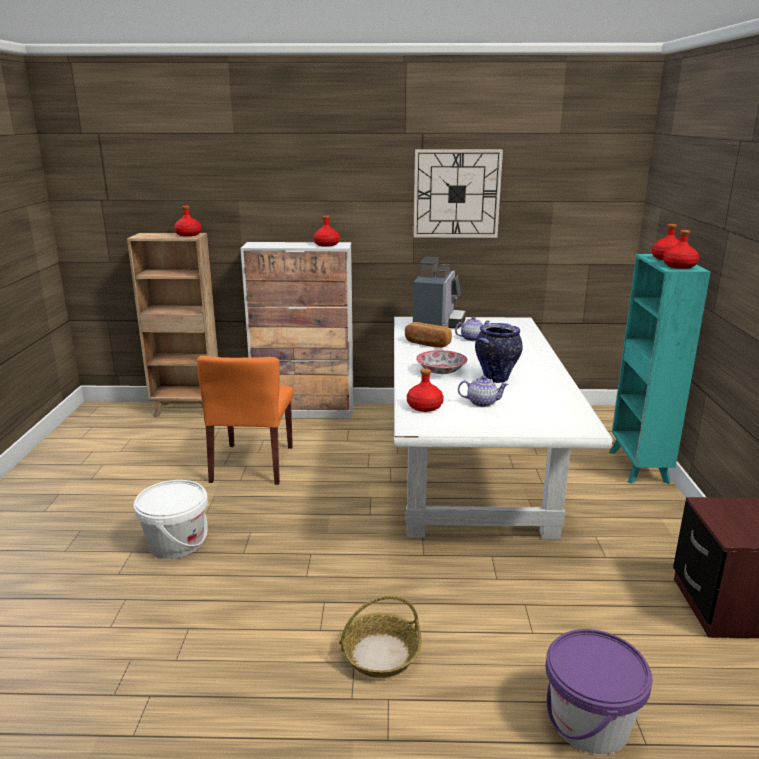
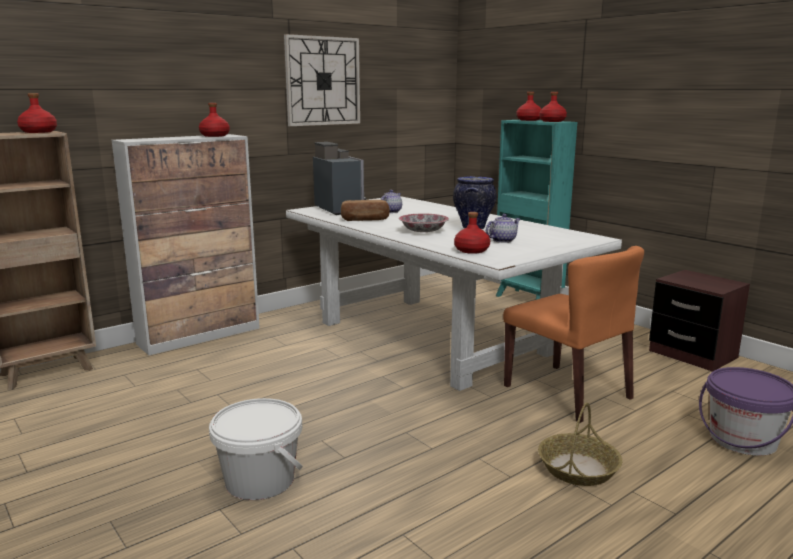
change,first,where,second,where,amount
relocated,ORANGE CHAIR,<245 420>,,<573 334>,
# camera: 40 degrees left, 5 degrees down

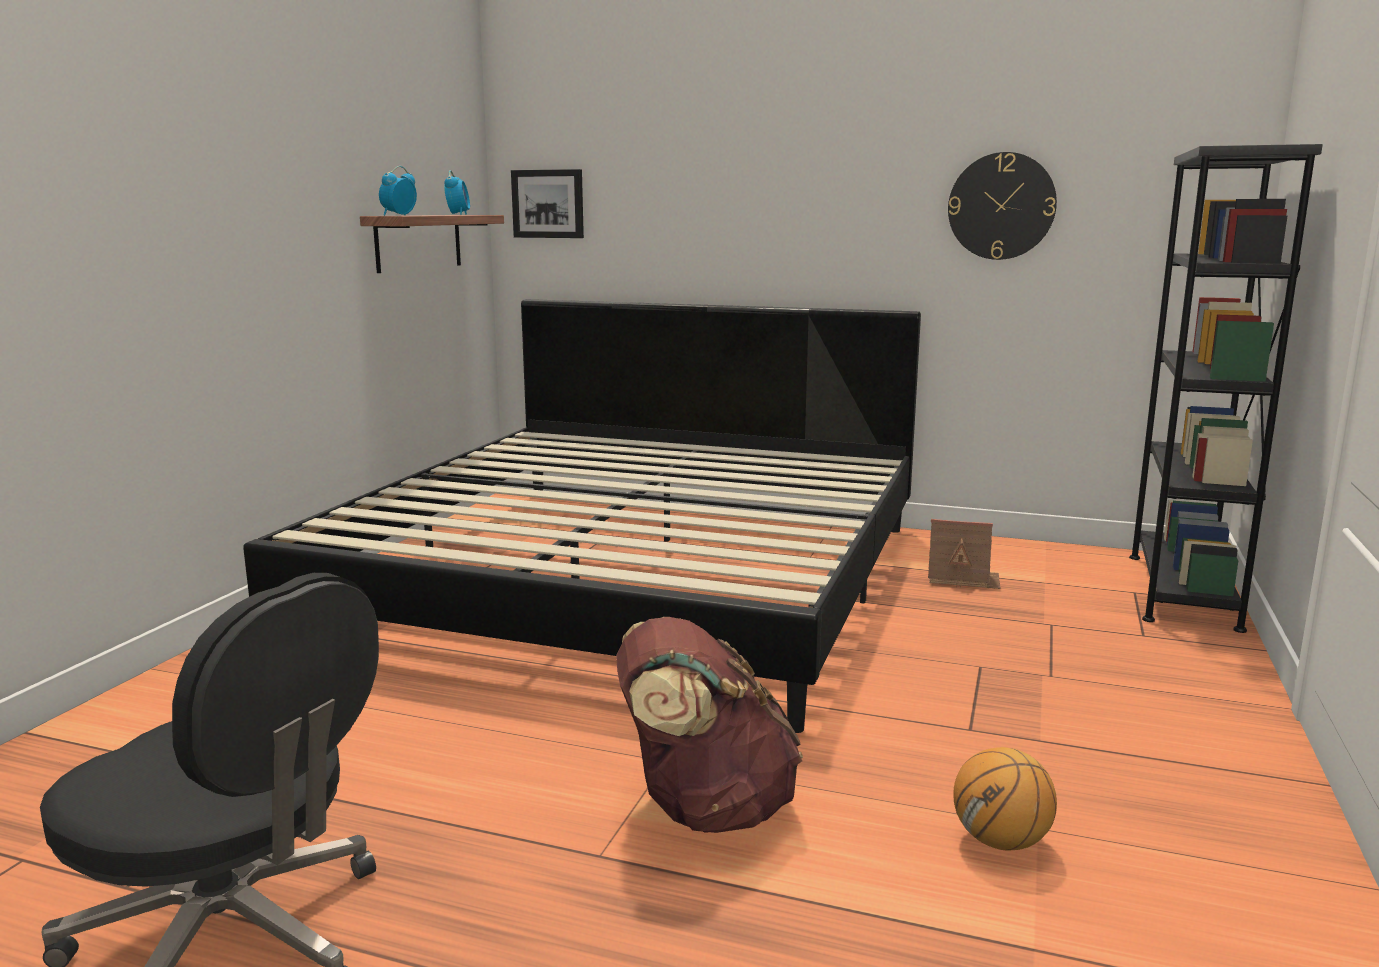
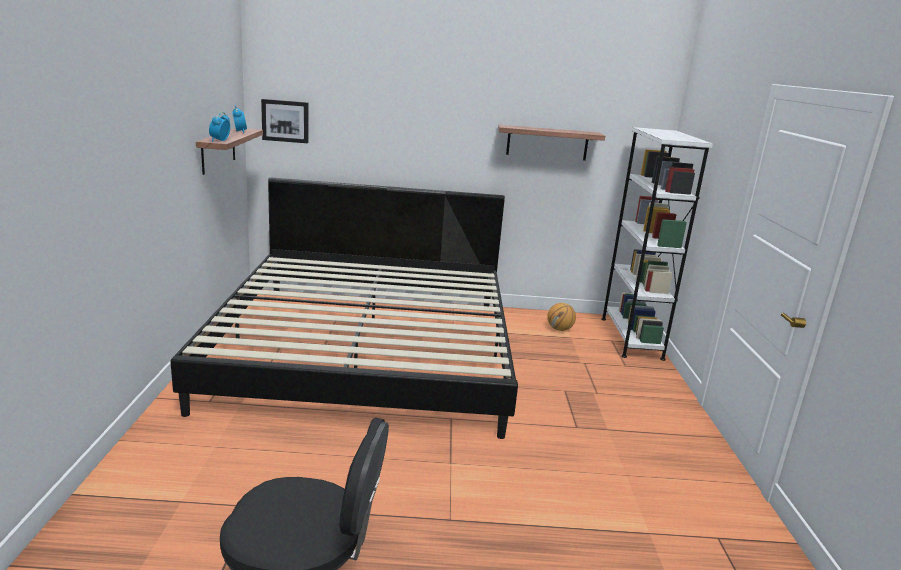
change,first,where,second,where,amount
missing,BROWN BACKPACK,<709 725>,,,
missing,TOY HOUSE,<964 554>,,,
exchanged,WALL CLOCK,<1002 206>,SHELF,<551 143>,
relocated,BASKETBALL,<1005 798>,,<561 317>,
colour,BLACK BOOKCASE,<1226 388>,WHITE BOOKCASE,<657 244>,
# camera: 20 degrees left, 5 degrees up

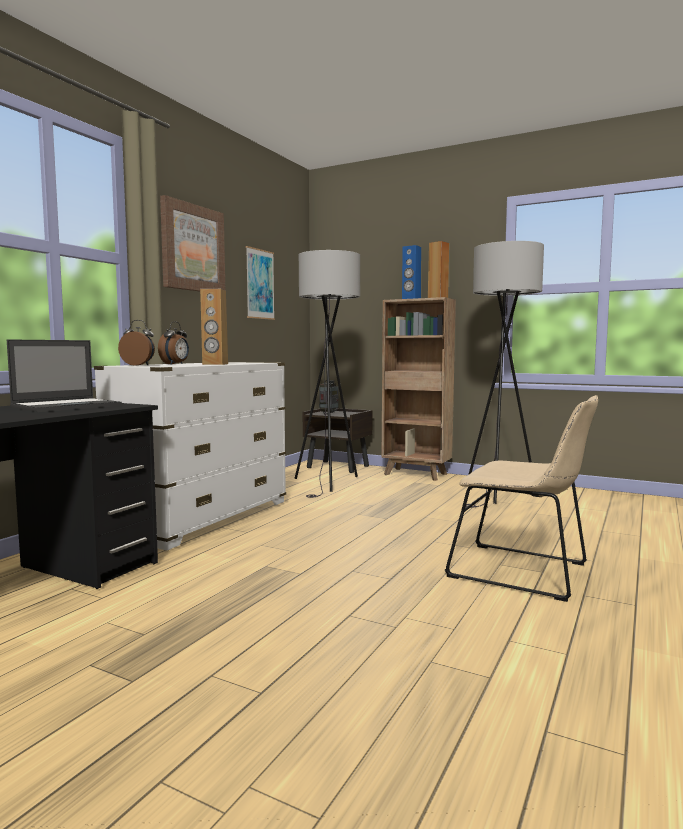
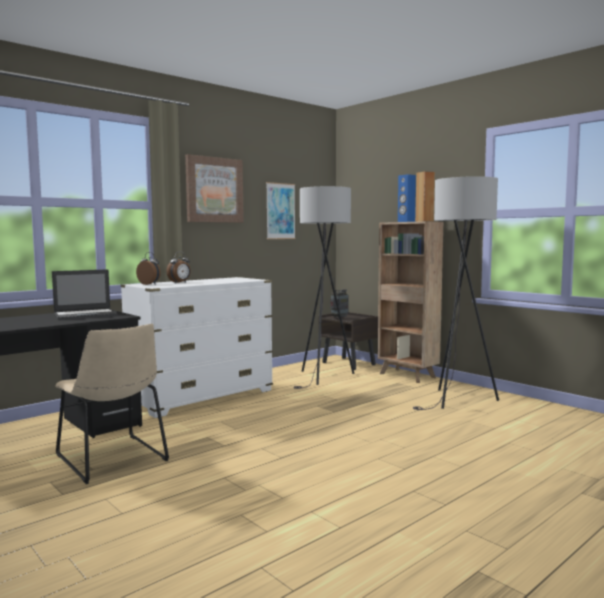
change,first,where,second,where,amount
missing,BROWN SPEAKER,<214 327>,,,
relocated,BEIGE CHAIR,<521 498>,,<112 404>,
# camera: 20 degrees right, 0 degrees up

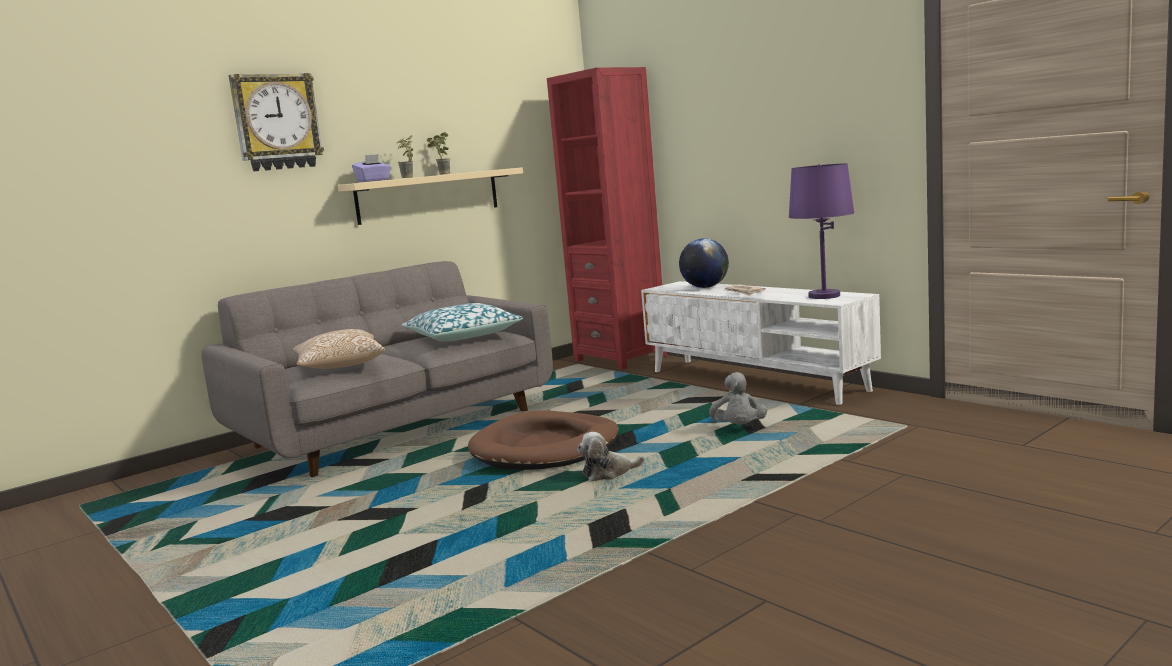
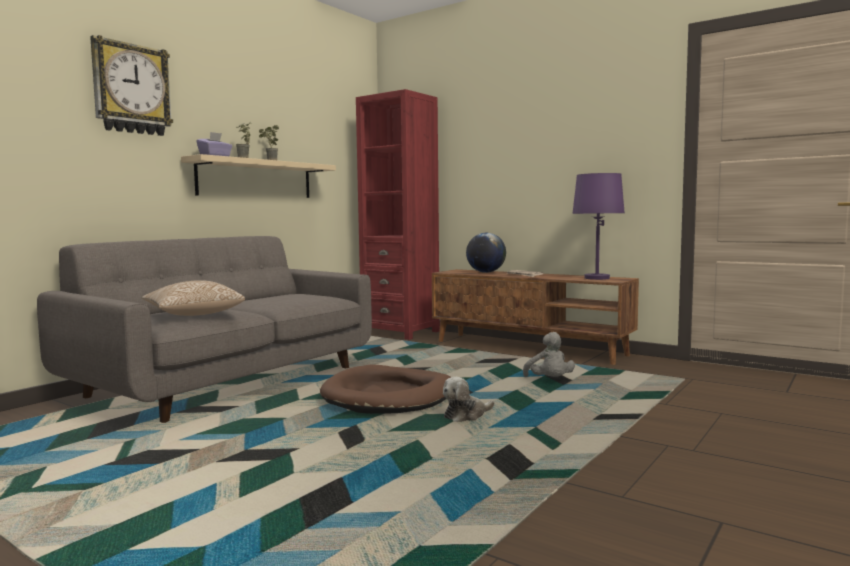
change,first,where,second,where,amount
missing,PILLOW,<462 322>,,,
colour,WHITE TV STAND,<761 343>,BROWN TV STAND,<535 317>,
# camera: 15 degrees left, 5 degrees down

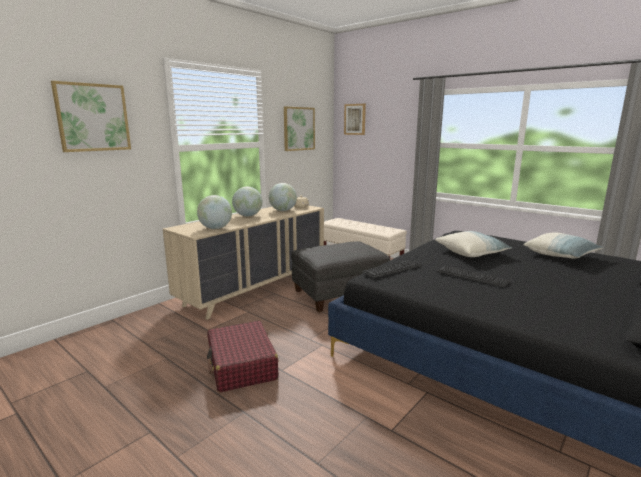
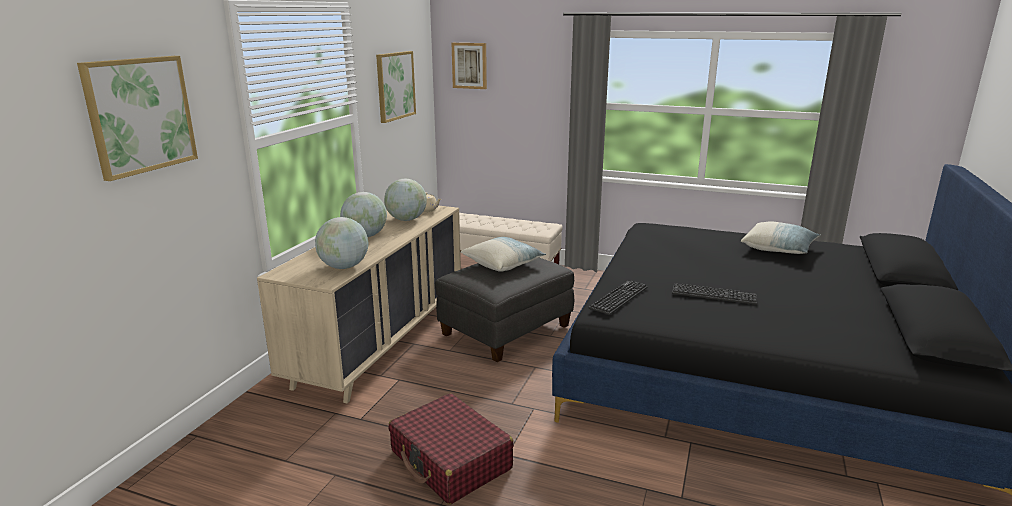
change,first,where,second,where,amount
relocated,PILLOW,<473 244>,,<503 254>,
# camera: 20 degrees left, 5 degrees up

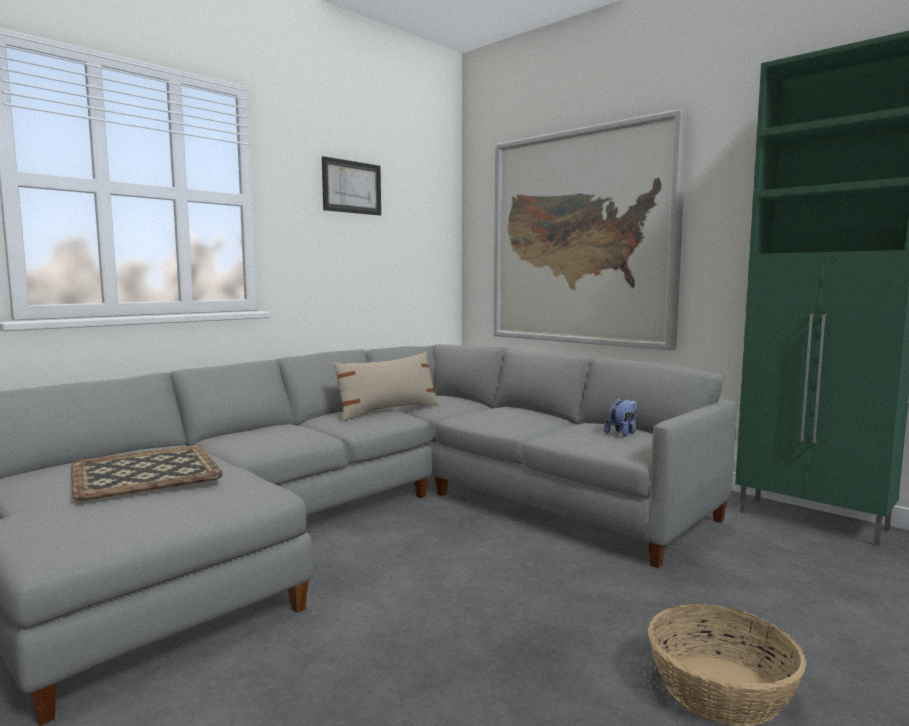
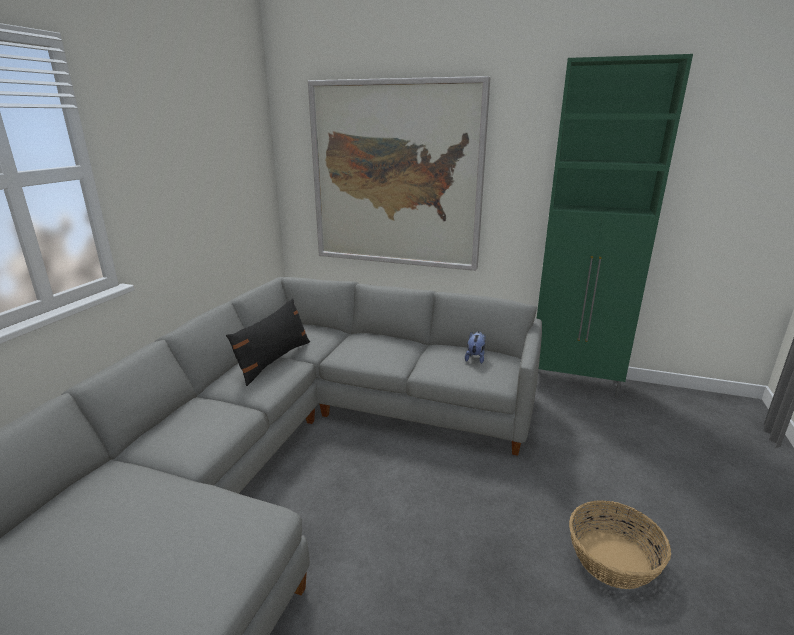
change,first,where,second,where,amount
missing,TRAY,<147 473>,,,
missing,PICTURE,<351 185>,,,
colour,BEIGE PILLOW,<386 386>,BLACK PILLOW,<268 342>,
# camera: 25 degrees left, 15 degrees up

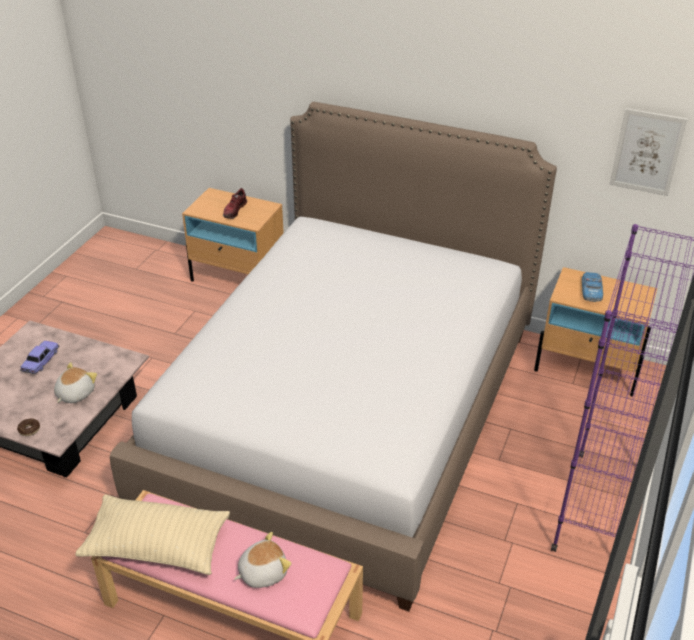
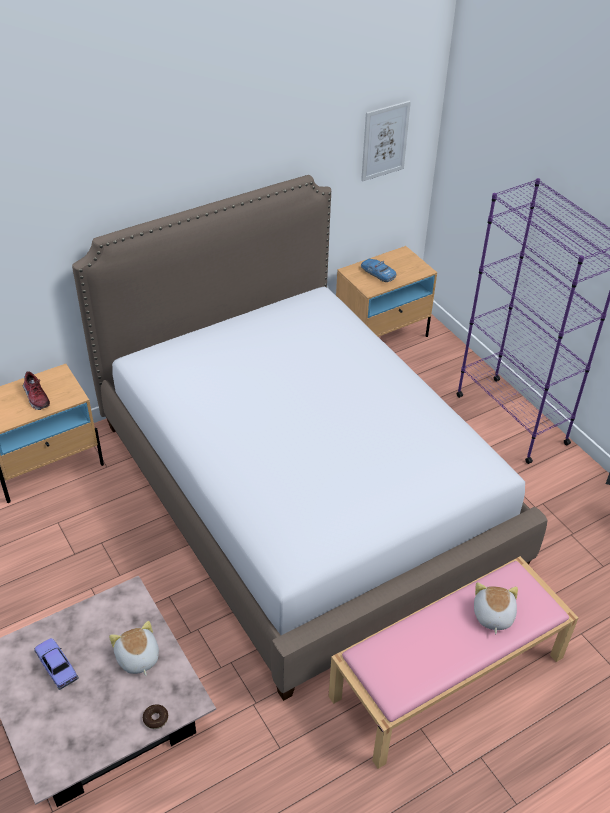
change,first,where,second,where,amount
missing,BEIGE PILLOW,<152 534>,,,
# camera: 55 degrees left, 5 degrees up

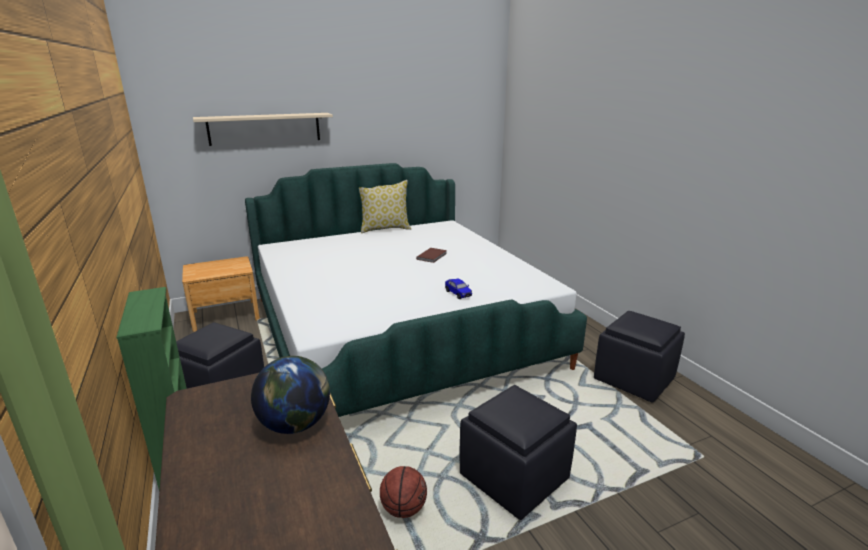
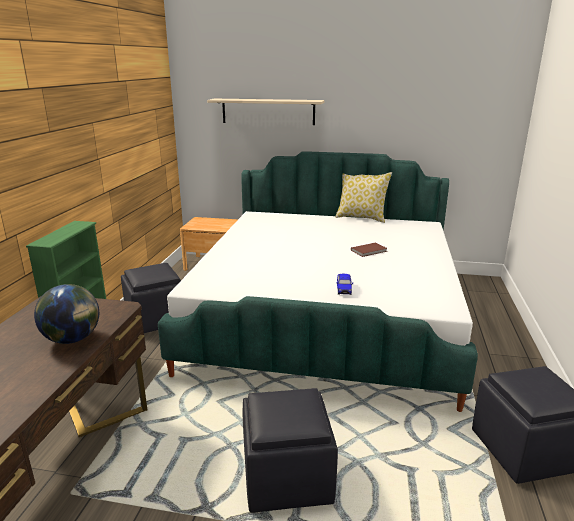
change,first,where,second,where,amount
missing,BASKETBALL,<403 492>,,,
# camera: 35 degrees right, 0 degrees up

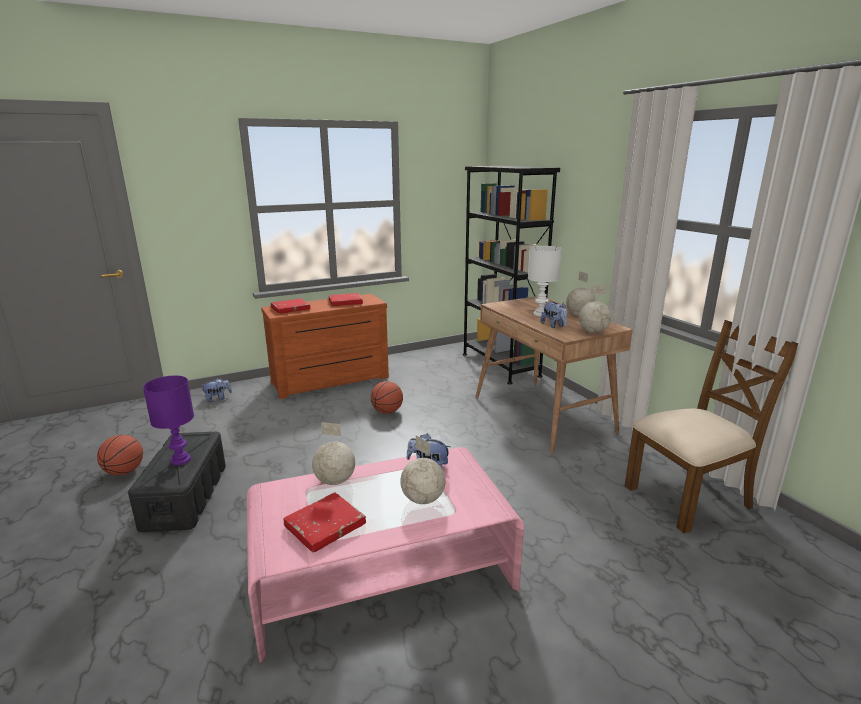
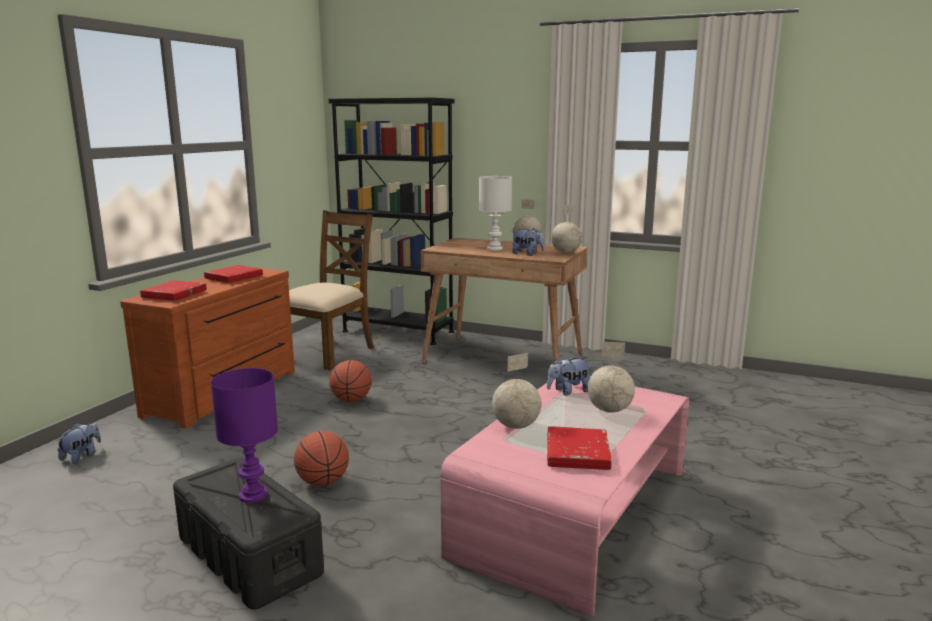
change,first,where,second,where,amount
relocated,BASKETBALL,<120 455>,,<321 458>,
relocated,BROWN CHAIR,<711 426>,,<331 290>,
# camera: 40 degrees left, 5 degrees down

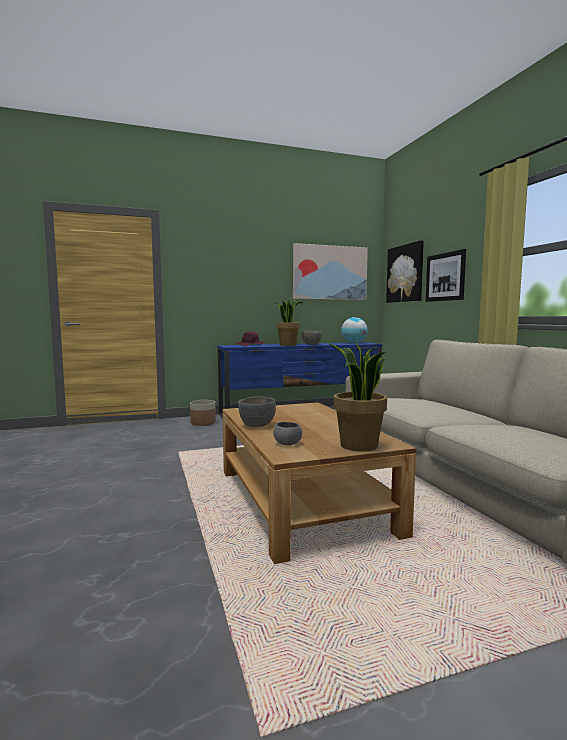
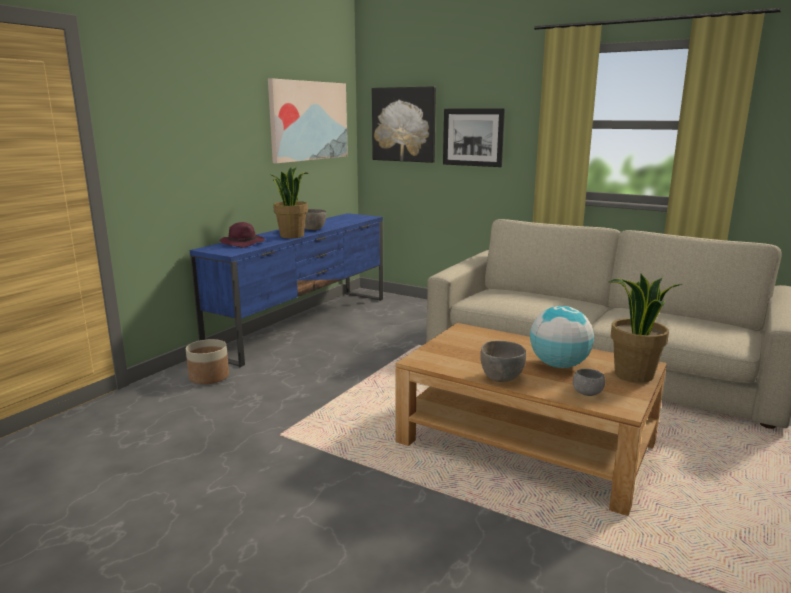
change,first,where,second,where,amount
relocated,GLOBE,<354 330>,,<562 337>,
# camera: 40 degrees left, 10 degrees up

